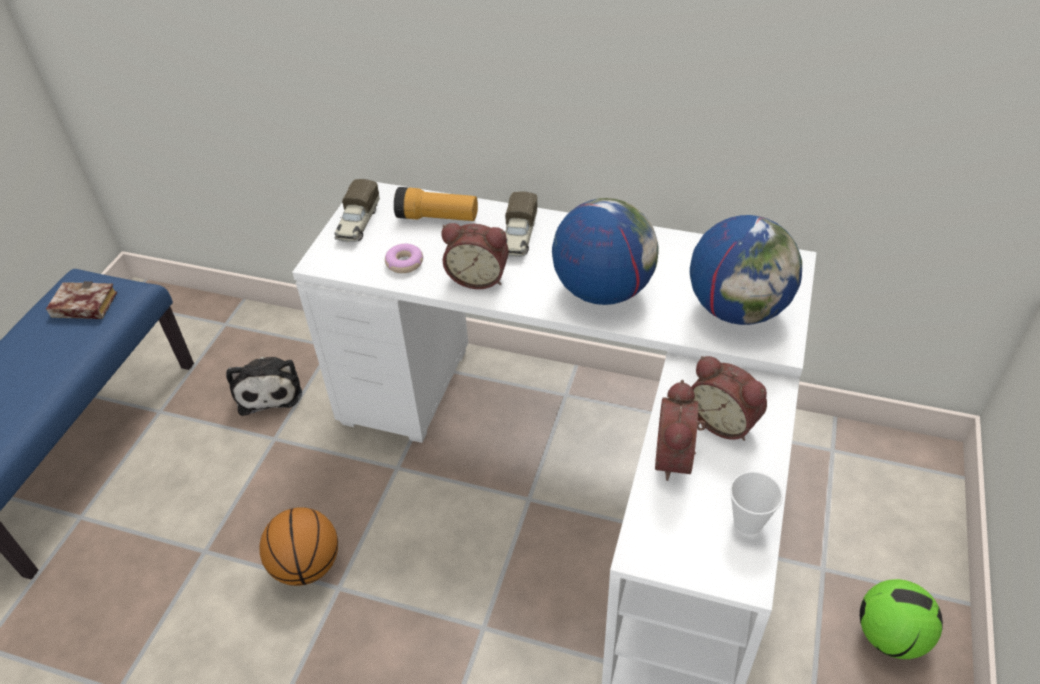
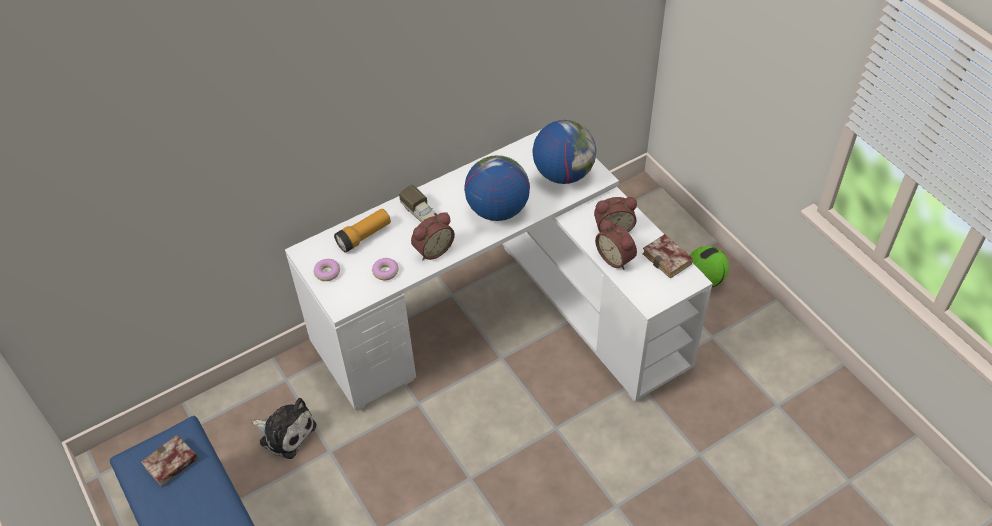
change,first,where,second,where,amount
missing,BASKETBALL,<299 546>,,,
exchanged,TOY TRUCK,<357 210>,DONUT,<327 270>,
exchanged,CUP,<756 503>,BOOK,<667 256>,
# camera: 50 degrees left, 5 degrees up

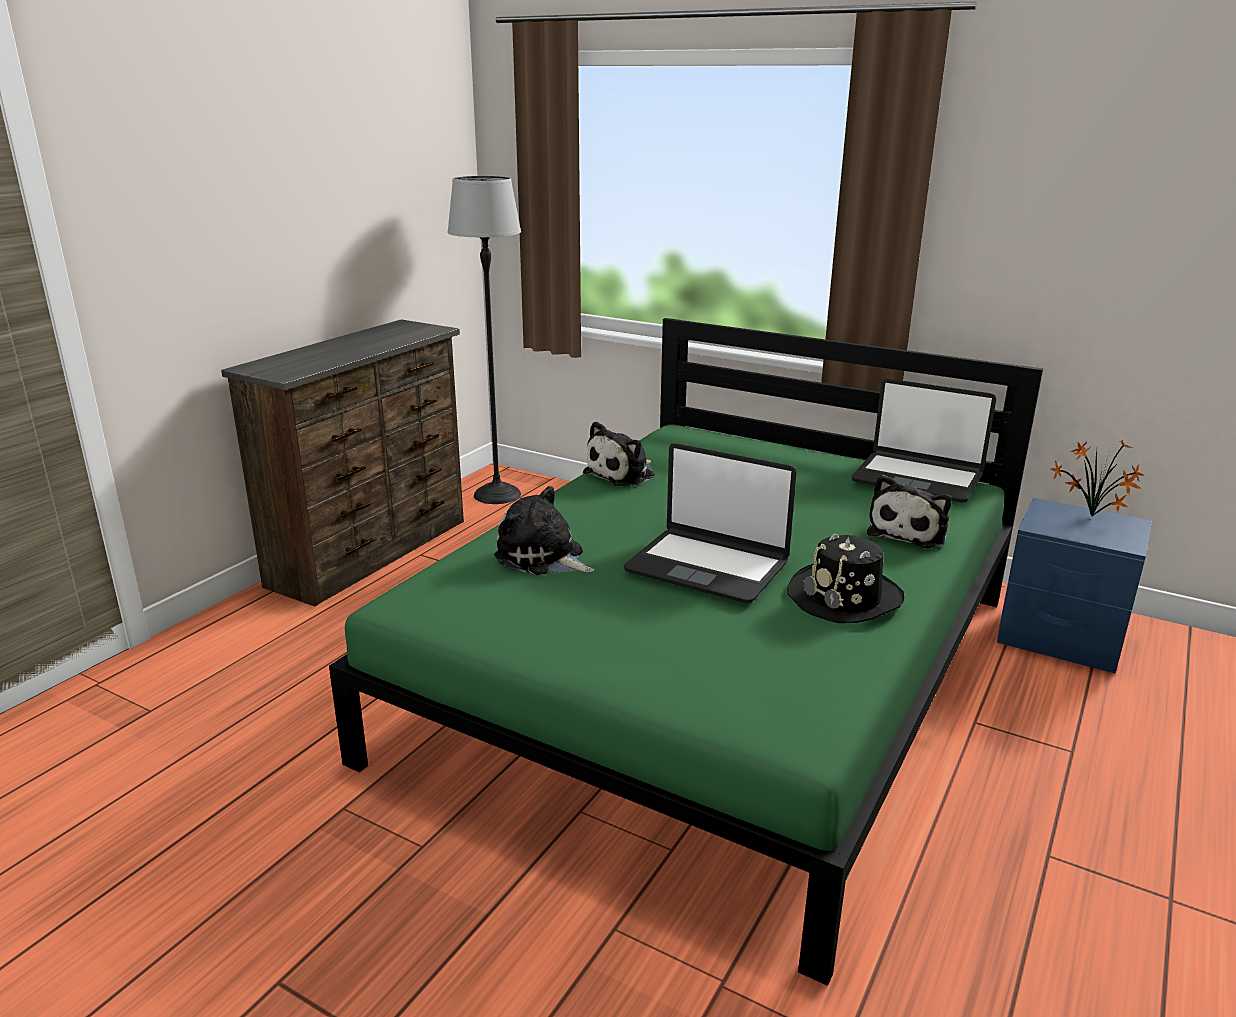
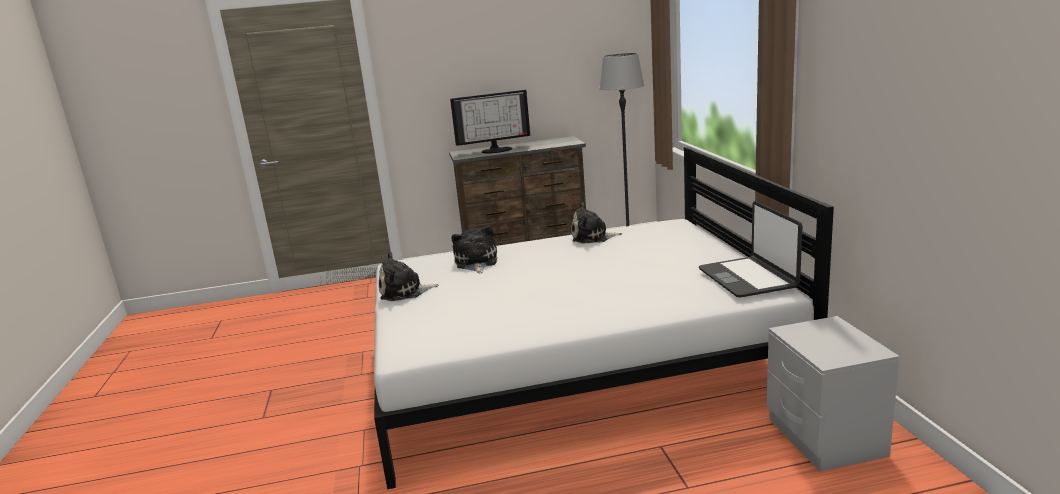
change,first,where,second,where,amount
colour,GREEN BED,<686 652>,WHITE BED,<604 318>,
missing,LAPTOP,<710 523>,,,
missing,BLACK HAT,<845 578>,,,
relocated,PLUSH TOY,<909 511>,,<409 276>,
colour,BLUE NIGHTSTAND,<1074 586>,GREY NIGHTSTAND,<833 394>,
missing,POTTED PLANT,<1096 478>,,,
appeared,,,MONITOR,<490 121>,
# camera: 50 degrees right, 5 degrees down

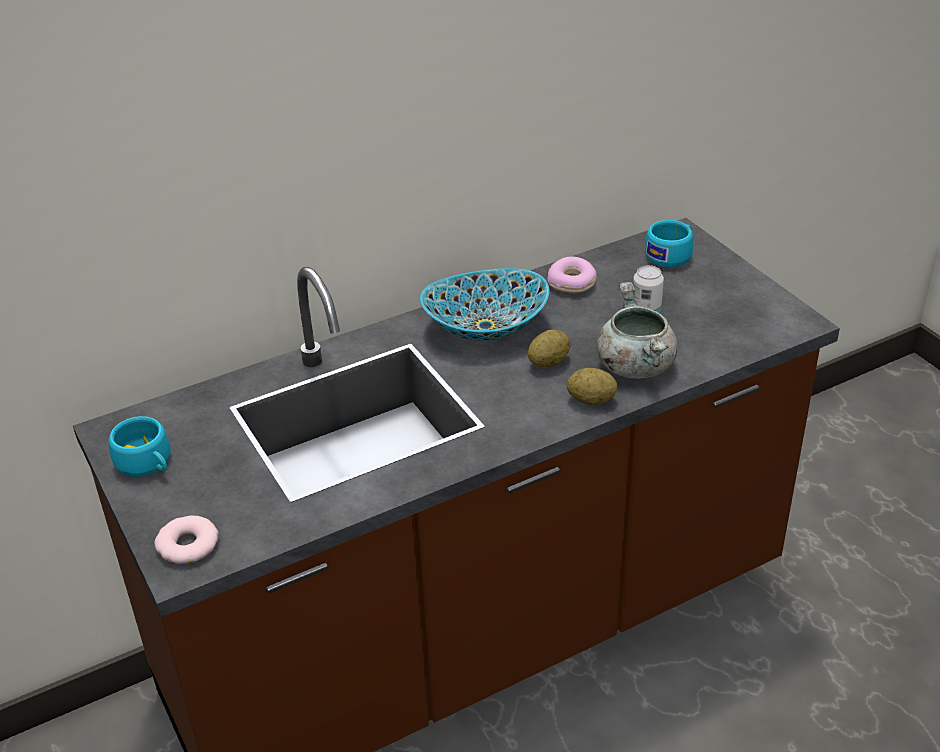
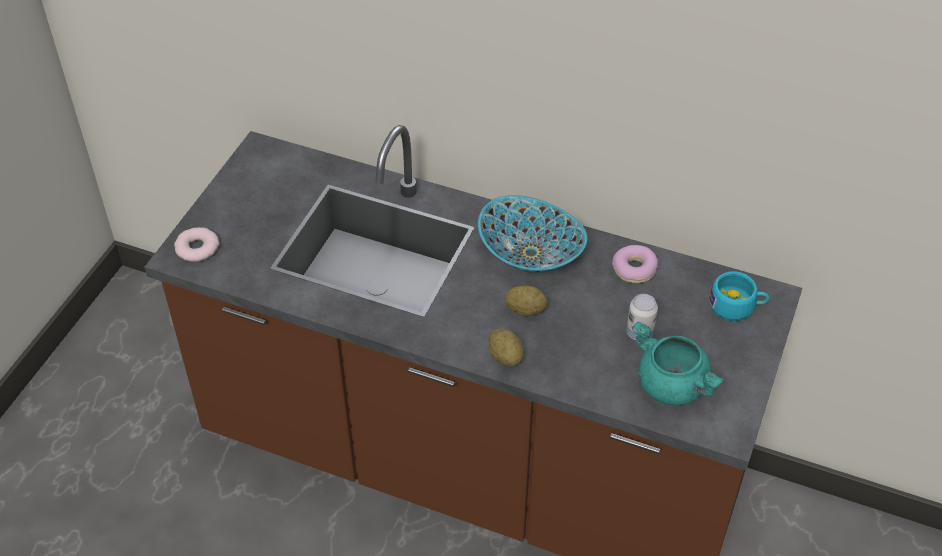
change,first,where,second,where,amount
missing,TURQUOISE CUP,<140 446>,,,
missing,GREY COOKING POT,<637 330>,,,
appeared,,,TURQUOISE COOKING POT,<678 363>,
# camera: 50 degrees right, 10 degrees up

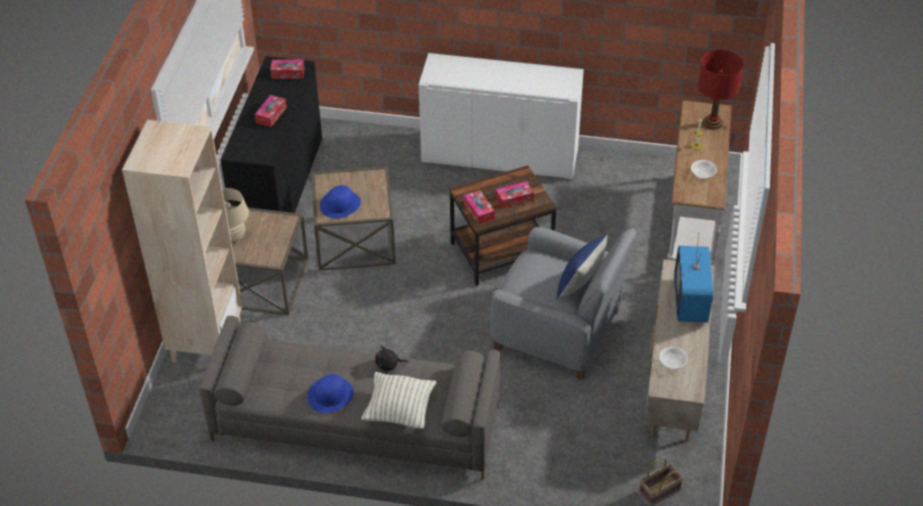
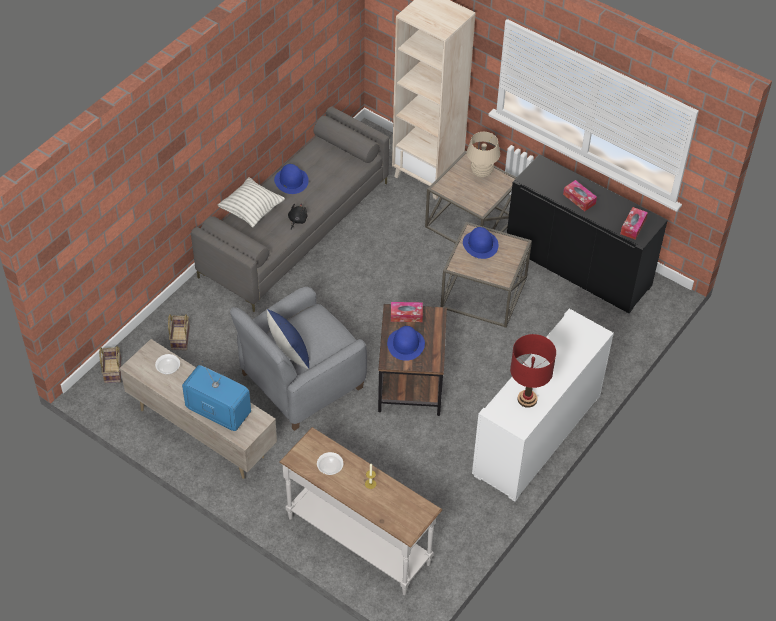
change,first,where,second,where,amount
exchanged,TISSUE BOX,<515 195>,BLUE HAT,<406 343>,
relocated,RED TABLE LAMP,<721 89>,,<533 371>,
appeared,,,BASKET,<179 332>,
# camera: 115 degrees right, 5 degrees up

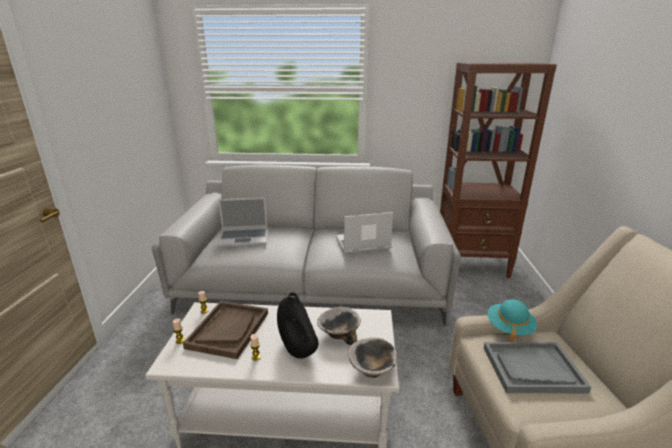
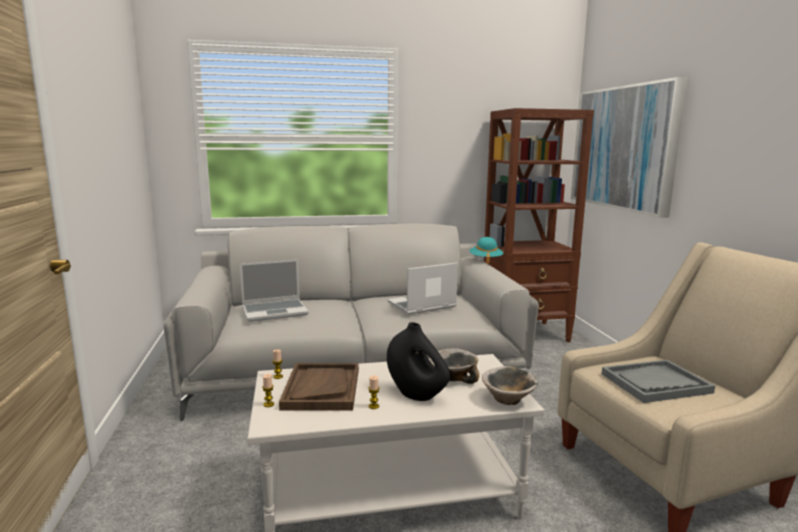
change,first,where,second,where,amount
relocated,TURQUOISE HAT,<512 320>,,<486 250>,
appeared,,,PICTURE,<629 147>,
# camera: 15 degrees left, 10 degrees down

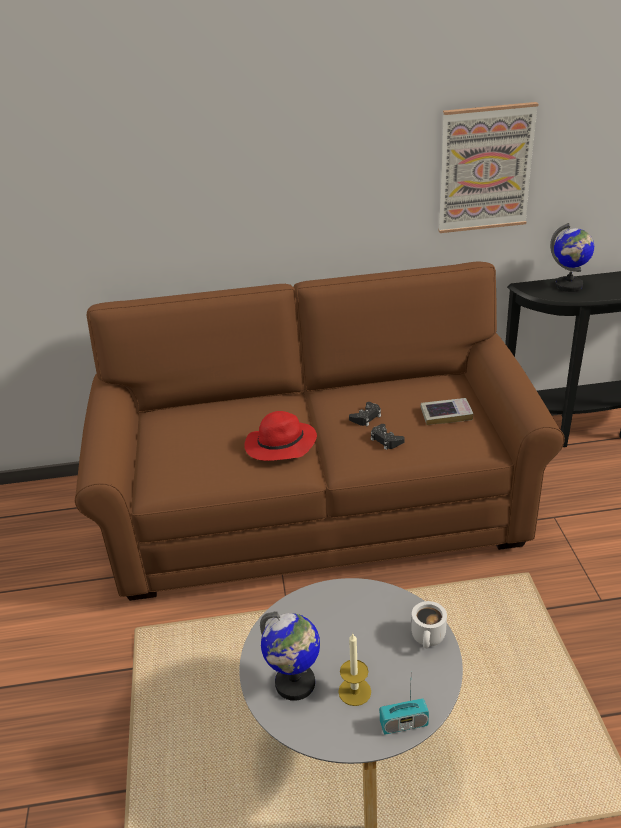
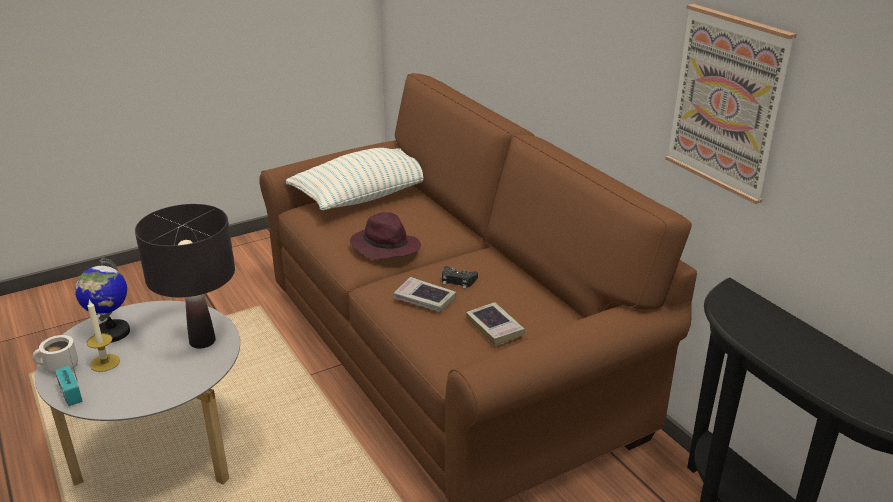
change,first,where,second,where,amount
colour,RED HAT,<280 436>,PURPLE HAT,<385 235>,
exchanged,BLACK GAME CONTROLLER,<388 437>,BOOK,<425 294>,
relocated,WHITE MUG,<429 624>,,<55 355>,
missing,GLOBE,<572 257>,,,
appeared,,,BLACK TABLE LAMP,<185 276>,
appeared,,,PILLOW,<354 179>,
# camera: 65 degrees right, 5 degrees down

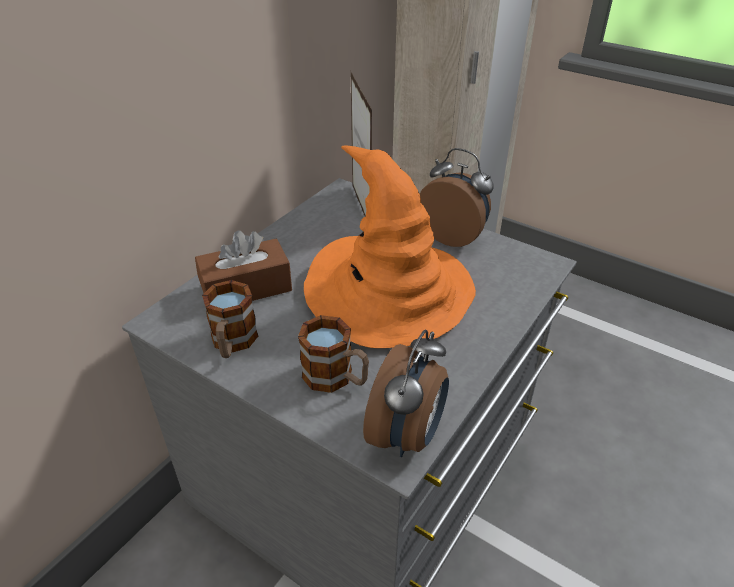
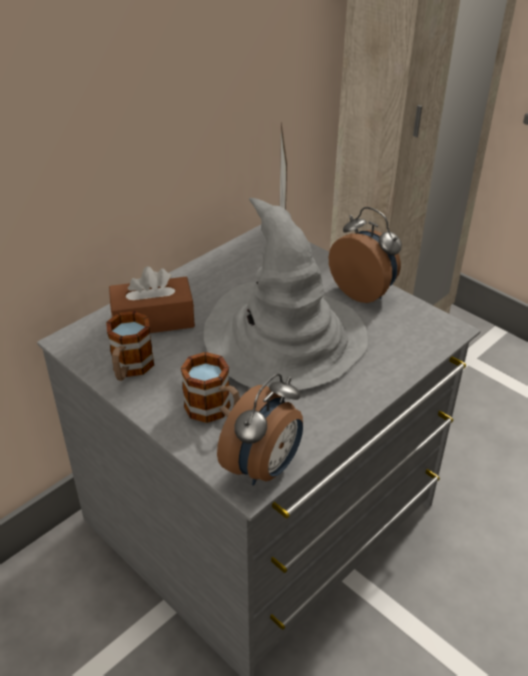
change,first,where,second,where,amount
colour,ORANGE HAT,<390 247>,GREY HAT,<286 294>,
# camera: 10 degrees right, 0 degrees up

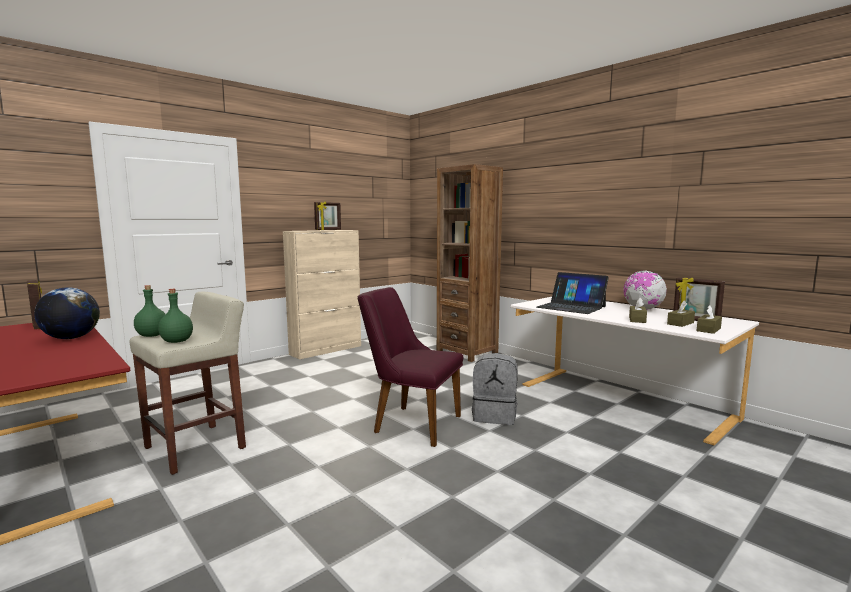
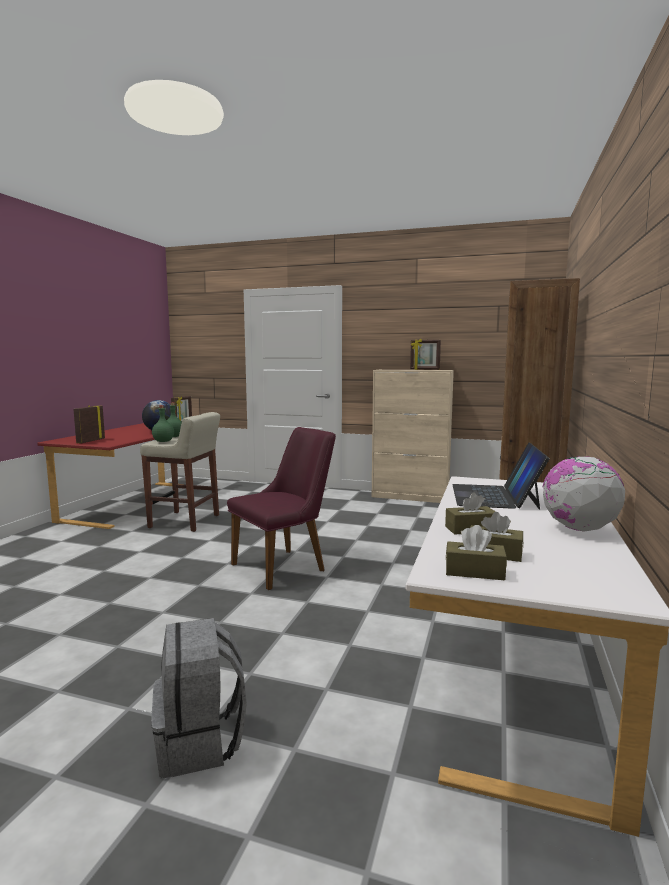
change,first,where,second,where,amount
spun,PURPLE CHAIR,<410 367>,,<281 508>,60 degrees clockwise
relocated,GREY BACKPACK,<495 389>,,<199 698>,
relocated,PICTURE FRAME,<699 299>,,<89 424>,
# camera: 60 degrees right, 0 degrees up

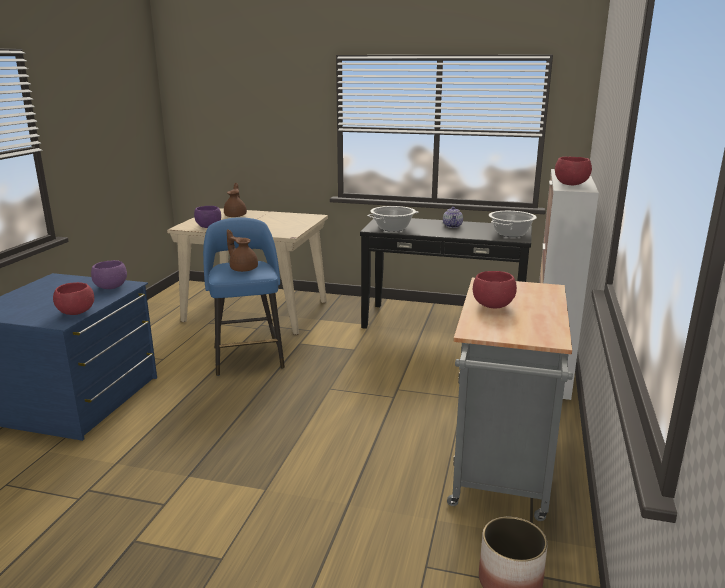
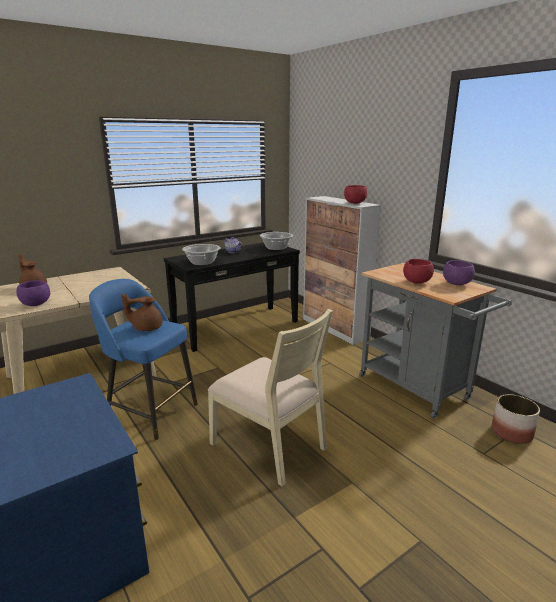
change,first,where,second,where,amount
missing,RED BOWL,<73 298>,,,
relocated,PURPLE BOWL,<109 274>,,<459 272>,
appeared,,,BEIGE CHAIR,<270 397>,
# camera: 50 degrees left, 0 degrees up

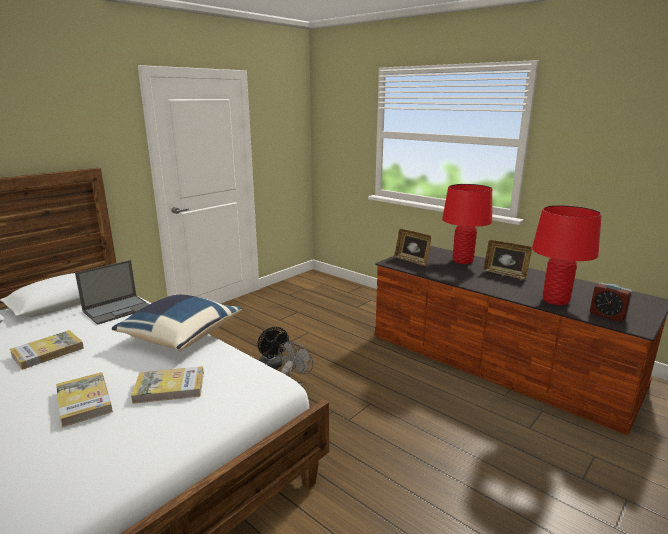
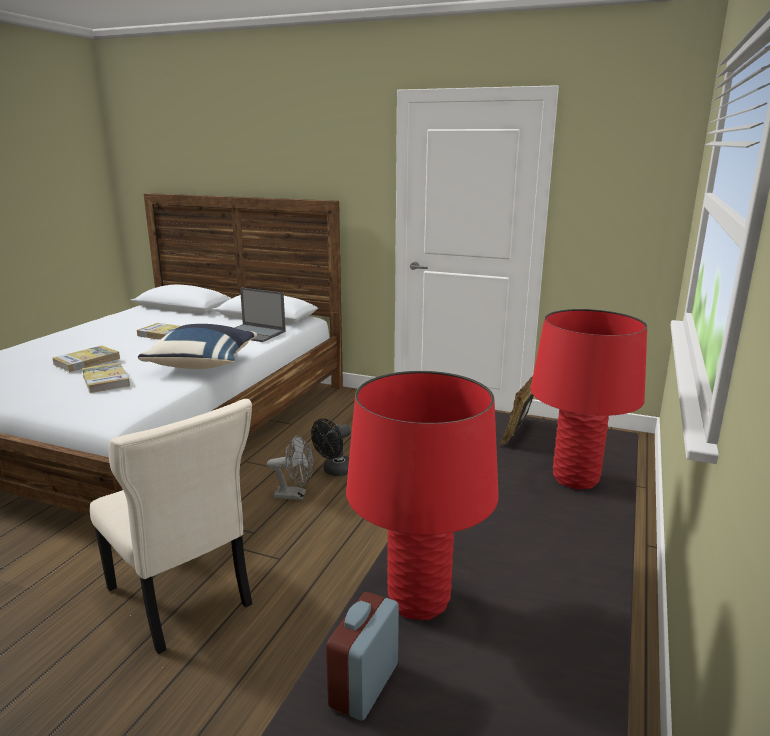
change,first,where,second,where,amount
missing,PICTURE FRAME,<508 260>,,,
appeared,,,BEIGE CHAIR,<171 527>,
# camera: 70 degrees right, 0 degrees up

